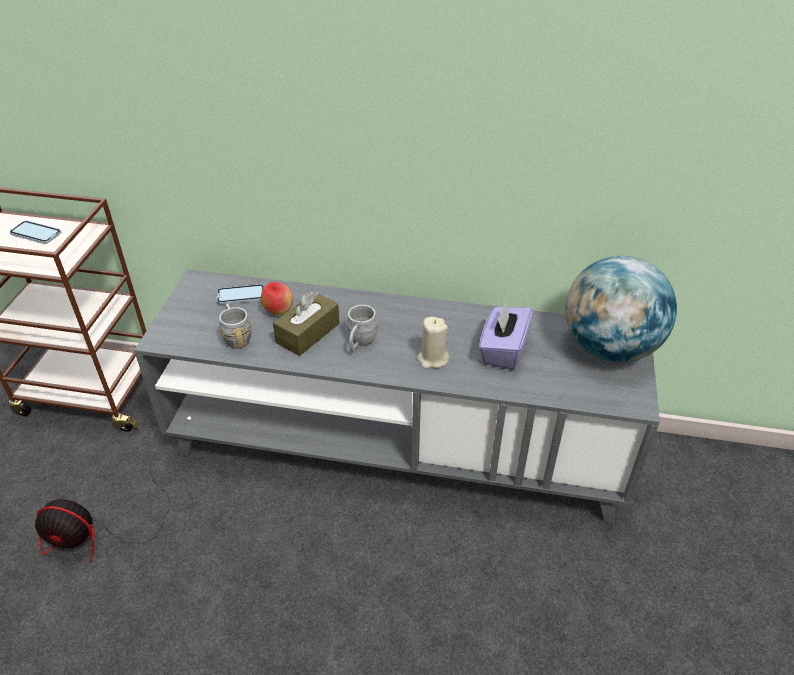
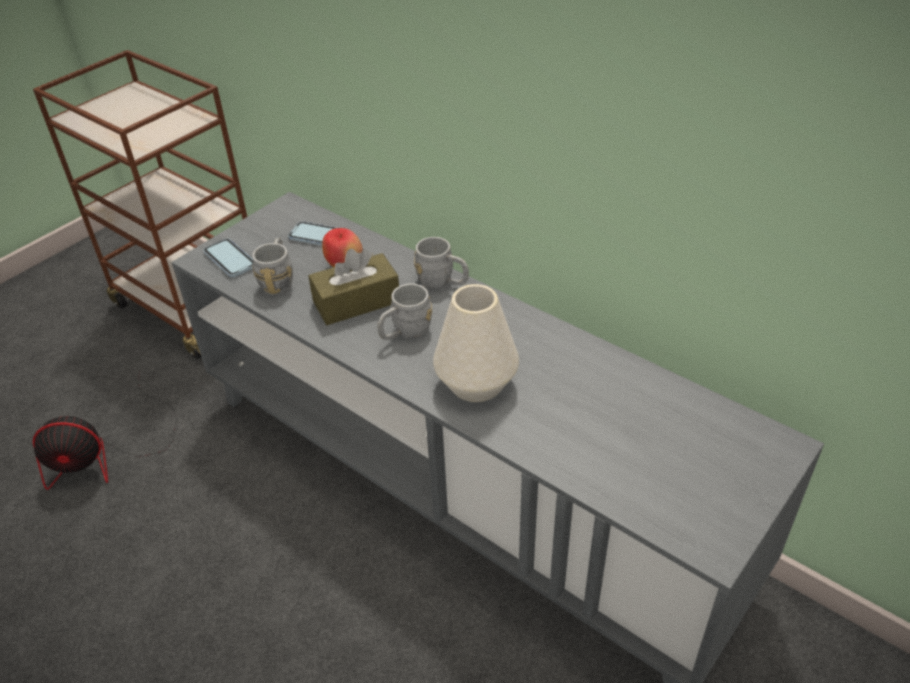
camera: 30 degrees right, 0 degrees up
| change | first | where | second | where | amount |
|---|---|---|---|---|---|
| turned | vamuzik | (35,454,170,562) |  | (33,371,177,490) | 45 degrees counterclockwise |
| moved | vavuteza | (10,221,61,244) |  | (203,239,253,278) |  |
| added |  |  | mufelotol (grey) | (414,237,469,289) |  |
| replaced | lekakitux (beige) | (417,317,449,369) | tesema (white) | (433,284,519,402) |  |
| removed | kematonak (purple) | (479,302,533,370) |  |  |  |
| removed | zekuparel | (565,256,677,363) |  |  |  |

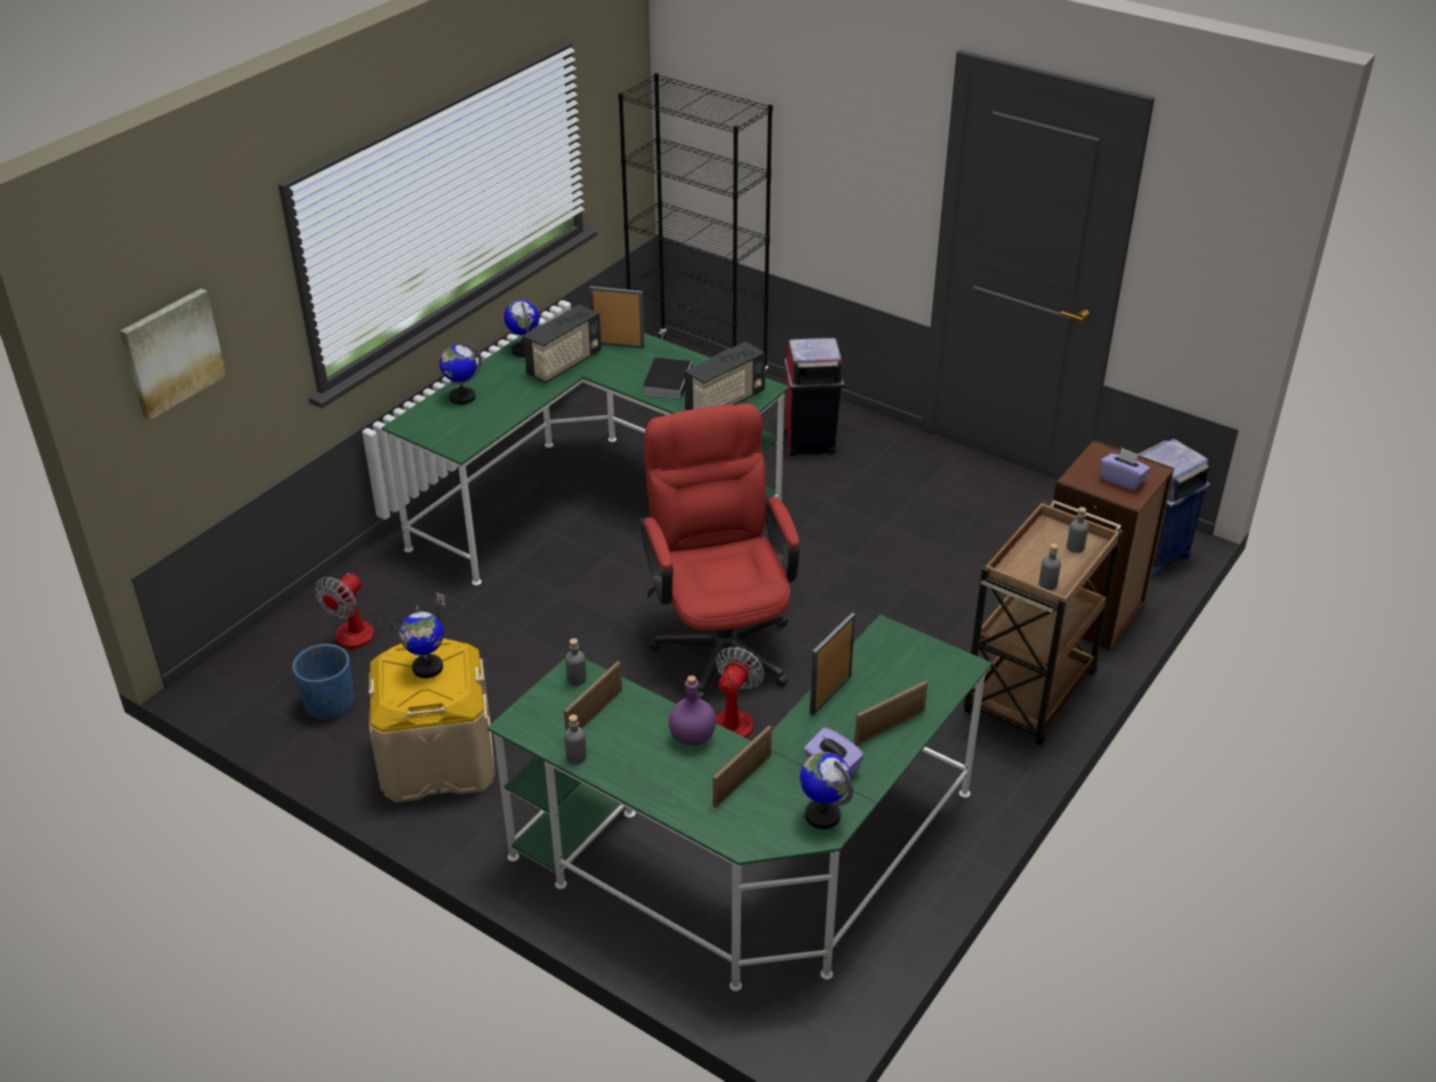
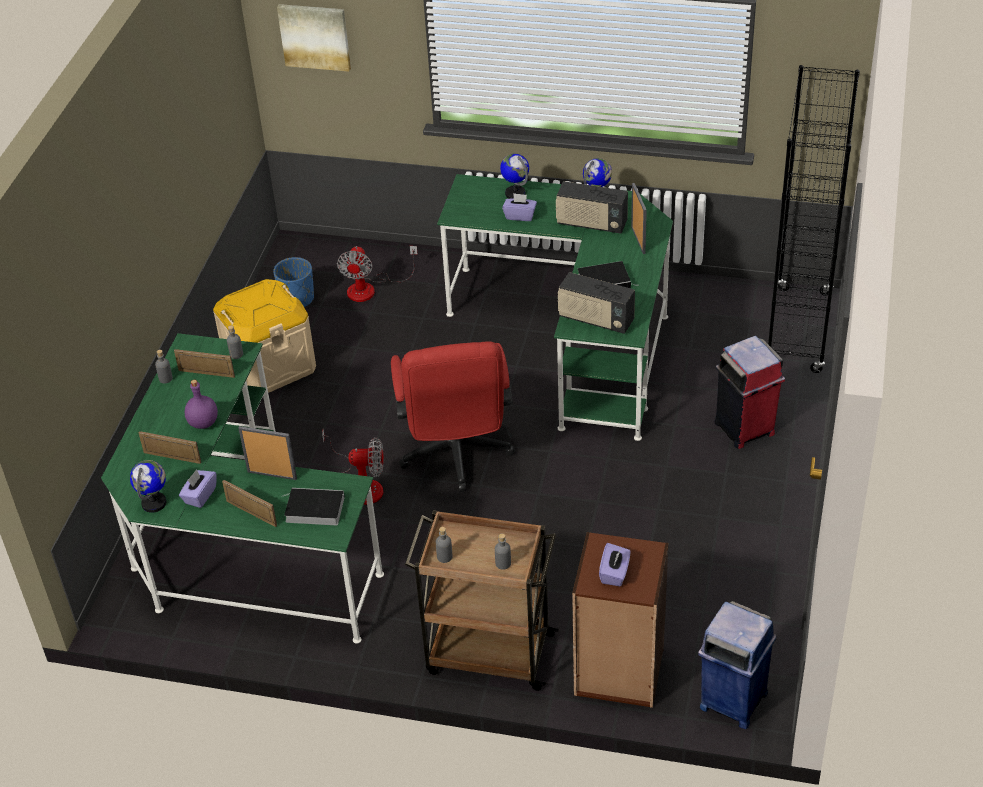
camera: 70 degrees right, 5 degrees up
| change | first | where | second | where | amount |
|---|---|---|---|---|---|
| added |  |  | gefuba | (282,488,345,525) |  |
| turned | vamuzik | (315,573,446,649) |  | (337,246,418,302) | 90 degrees counterclockwise |
| turned | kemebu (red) | (639,403,800,700) |  | (391,341,515,492) | 120 degrees clockwise |
| added |  |  | kematonak (purple) | (502,193,537,221) |  |
| removed | zekuparel | (399,605,444,678) |  |  |  |

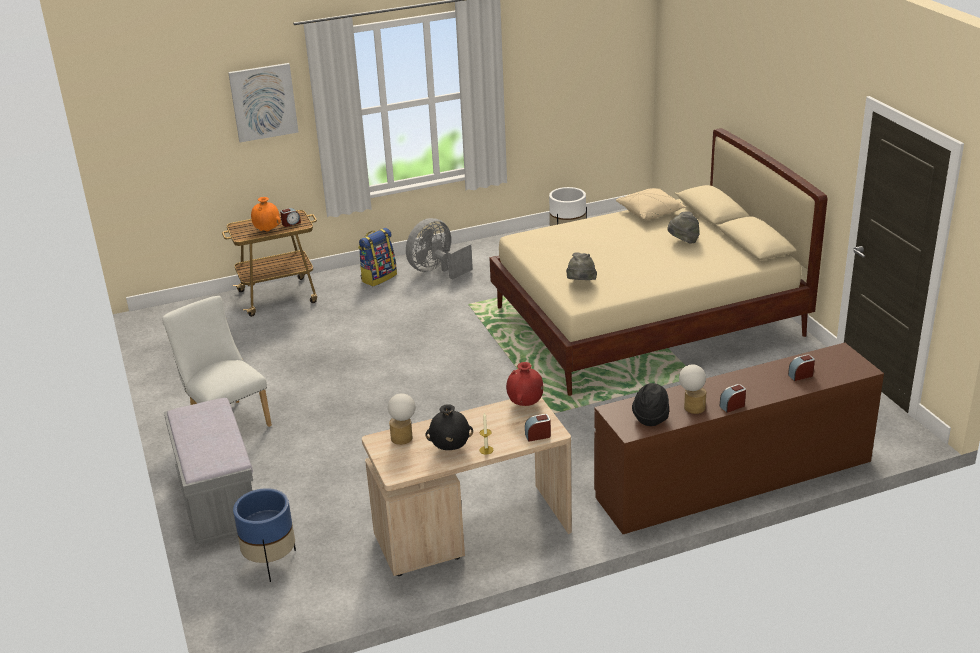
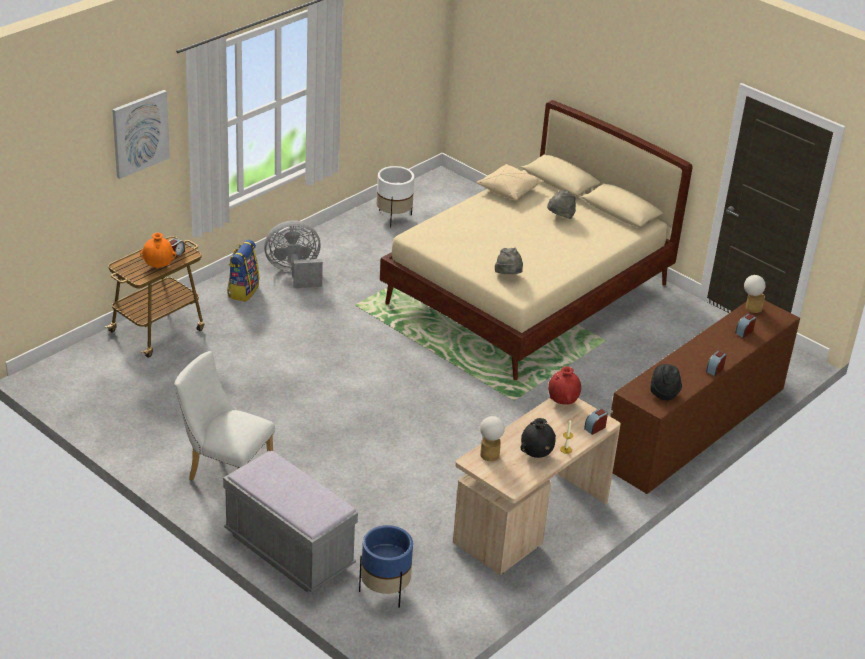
camera: 30 degrees left, 5 degrees up
| change | first | where | second | where | amount |
|---|---|---|---|---|---|
| turned | vamuzik (grey) | (406,218,473,279) |  | (264,220,323,288) | 60 degrees clockwise |
| moved | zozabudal | (679,364,706,414) |  | (744,275,766,313) |  |

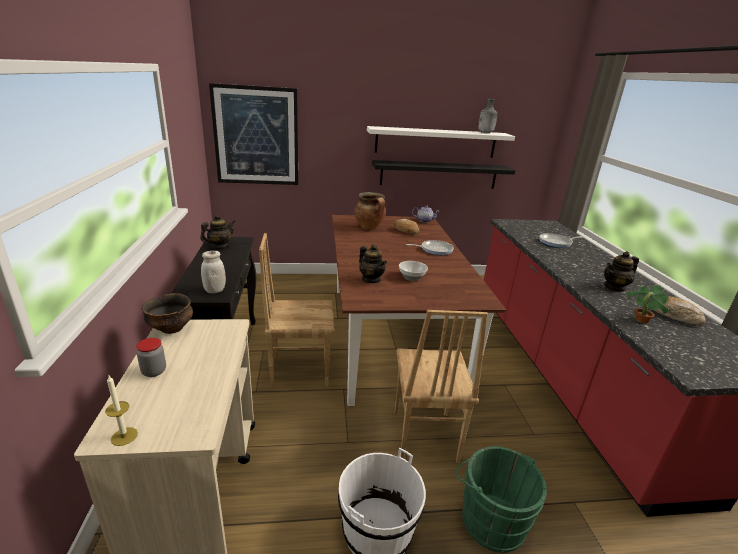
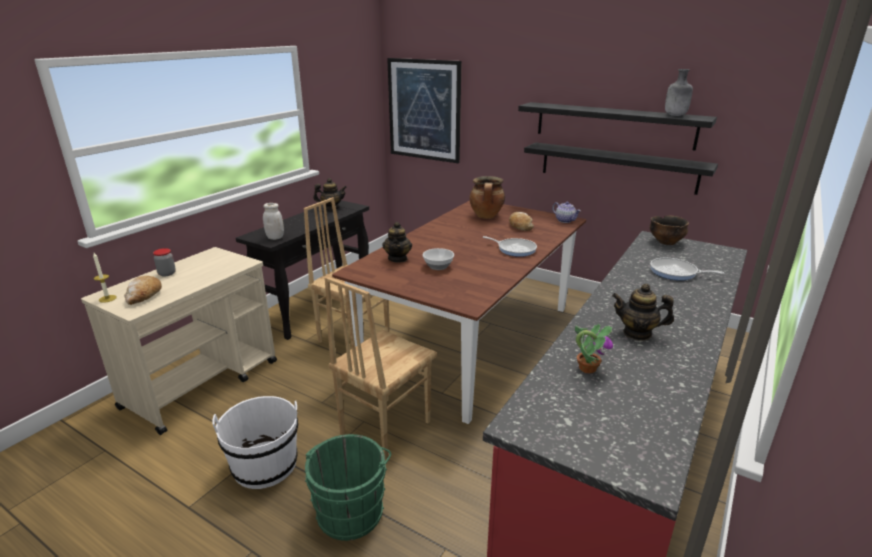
camera: 40 degrees right, 0 degrees up
| change | first | where | second | where | amount |
|---|---|---|---|---|---|
| moved | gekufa | (656,296,706,325) |  | (124,276,162,305) |  |
| recoloured | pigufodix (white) | (367,126,515,158) | pigufodix (black) | (518,102,717,151) |  |
| moved | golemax | (141,293,193,334) |  | (649,215,689,245) |  |

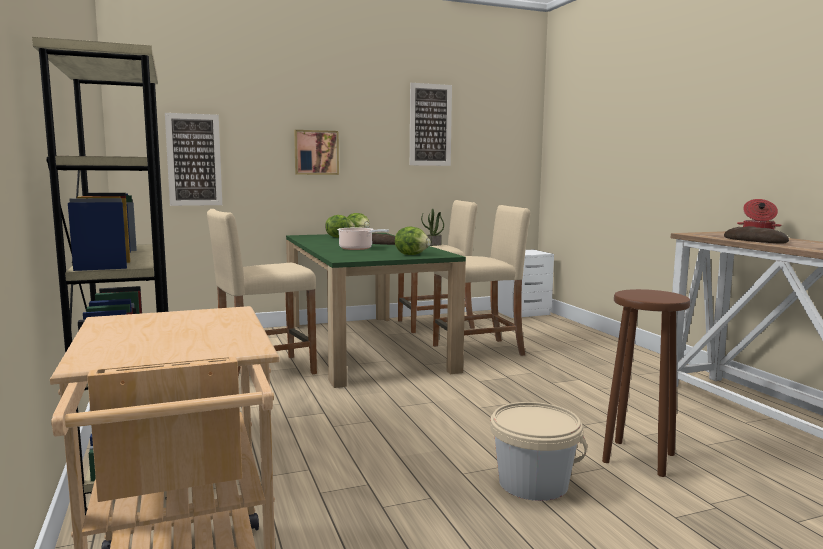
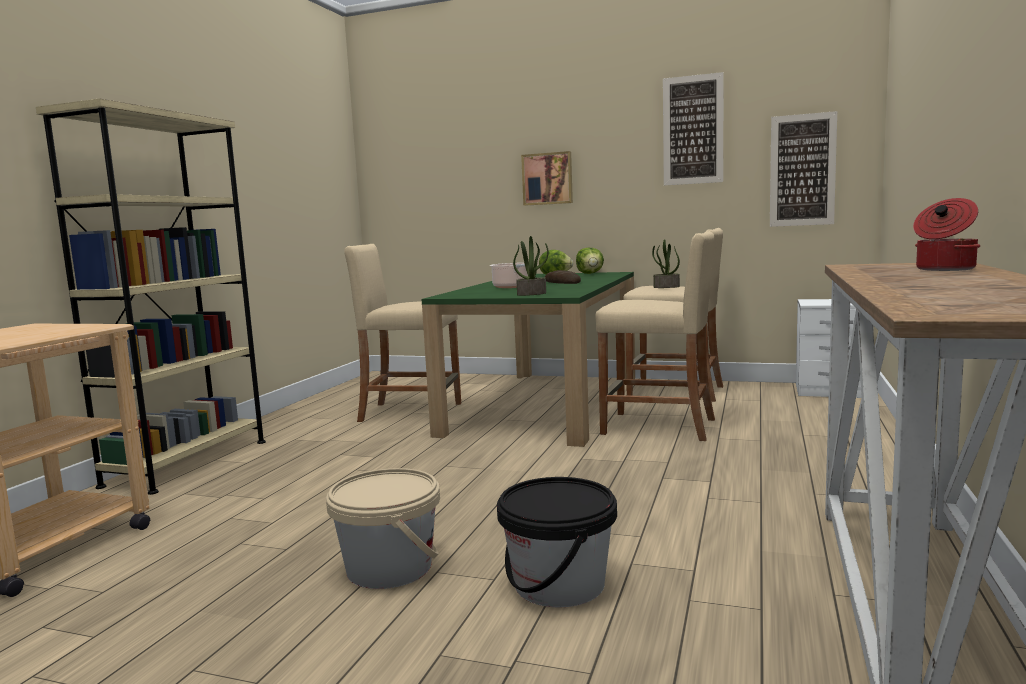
camera: 40 degrees right, 0 degrees up
| change | first | where | second | where | amount |
|---|---|---|---|---|---|
| replaced | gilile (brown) | (602,289,690,477) | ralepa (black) | (497,477,617,607) |  |
| replaced | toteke | (395,226,431,255) | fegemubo | (513,236,549,296) |  |
| moved | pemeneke | (165,113,222,206) |  | (770,111,837,227) |  |
| removed | gekufa | (724,226,789,244) |  |  |  |

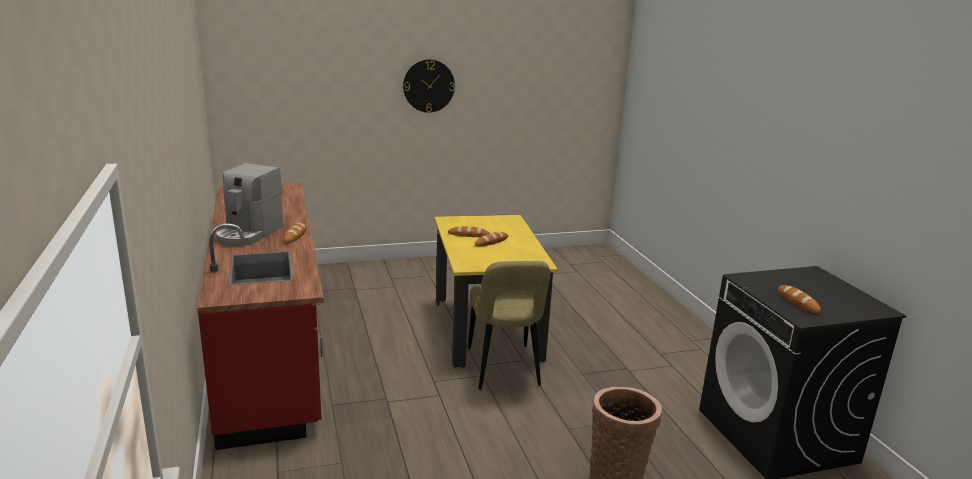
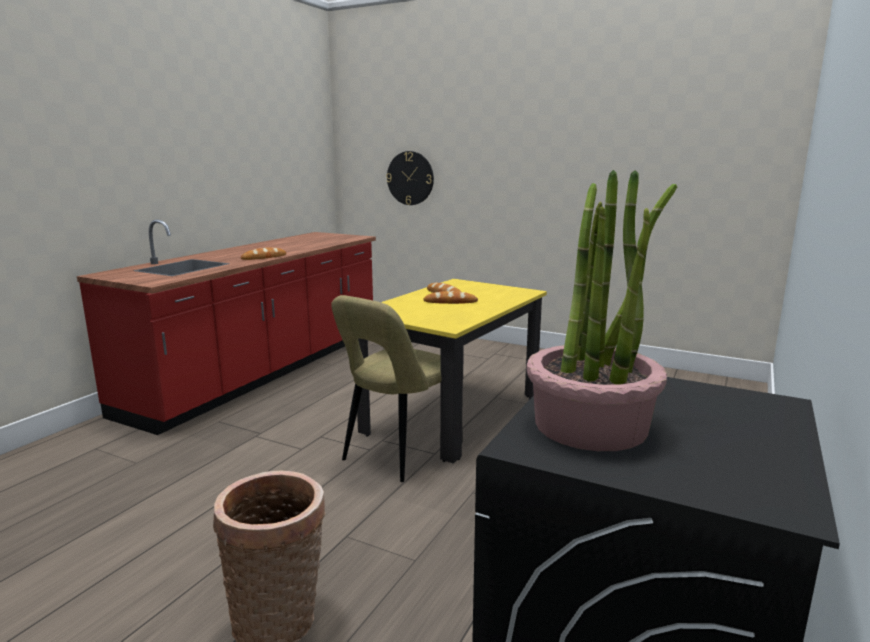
camera: 45 degrees right, 5 degrees down
| change | first | where | second | where | amount |
|---|---|---|---|---|---|
| moved | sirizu | (403,59,455,113) |  | (386,151,434,205) |  |
| replaced | gekufa | (778,285,821,314) | fegemubo | (526,170,677,451) |  |
| removed | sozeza | (215,163,284,246) |  |  |  |

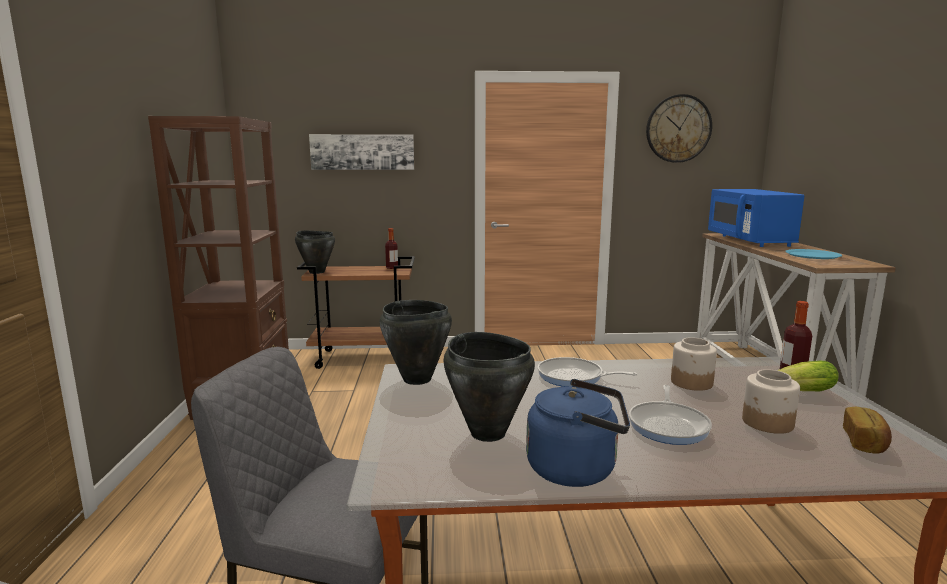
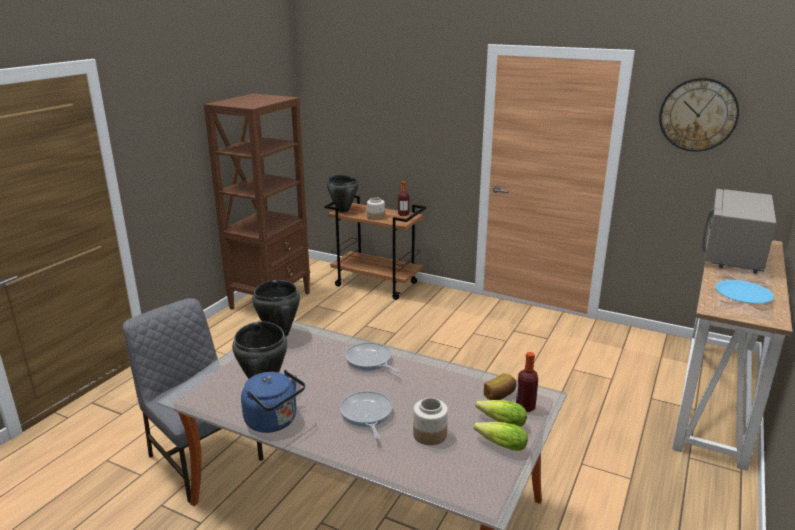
camera: 30 degrees right, 10 degrees up
| change | first | where | second | where | amount |
|---|---|---|---|---|---|
| turned | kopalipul | (629,385,712,445) |  | (340,391,393,439) | 120 degrees clockwise |
| moved | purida | (671,337,717,391) |  | (367,197,385,220) |  |
| added |  |  | toteke | (474,422,528,451) |  |
| moved | gekufa | (843,407,892,454) |  | (484,373,517,400) |  |
| recoloured | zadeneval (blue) | (708,189,804,247) | zadeneval (grey) | (702,189,776,274) |  |
| removed | pemeneke | (309,134,414,170) |  |  |  |

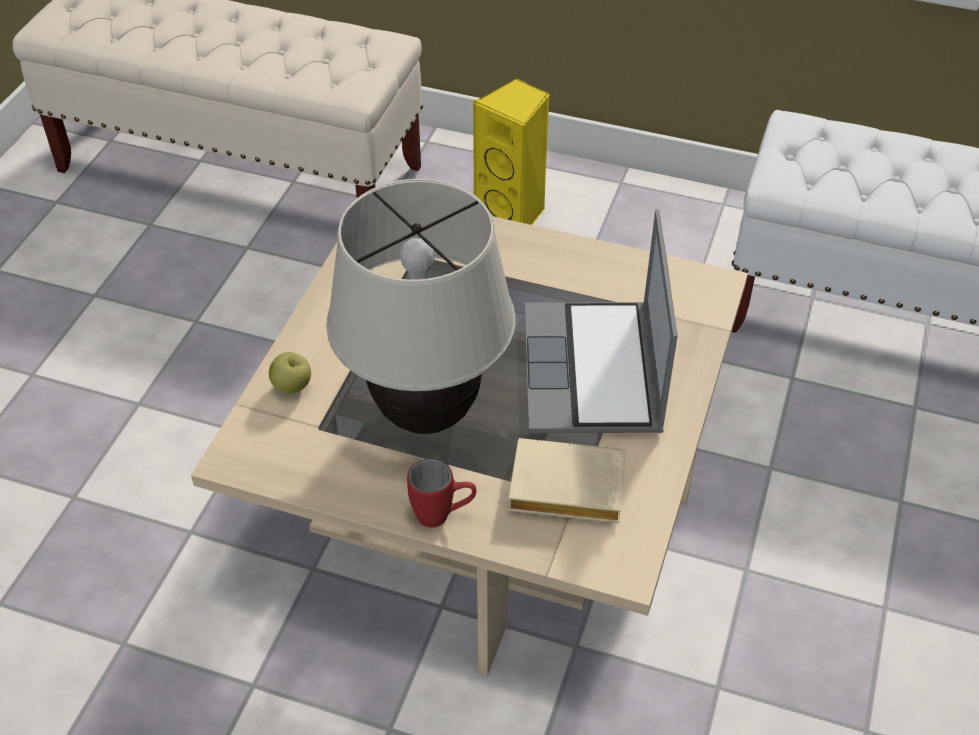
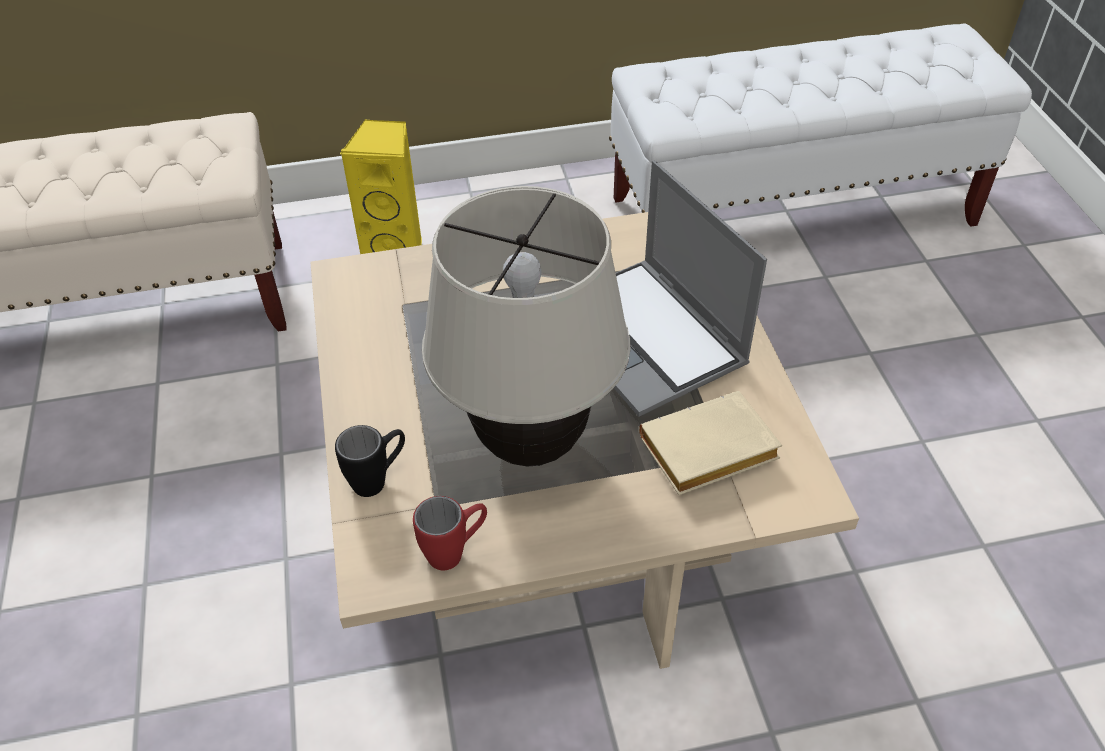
camera: 30 degrees left, 0 degrees up
| change | first | where | second | where | amount |
|---|---|---|---|---|---|
| replaced | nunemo | (269,352,311,394) | mufelotol (black) | (335,425,405,497) |  |
| moved | mufelotol (red) | (407,459,476,528) |  | (413,496,487,570) |  |

